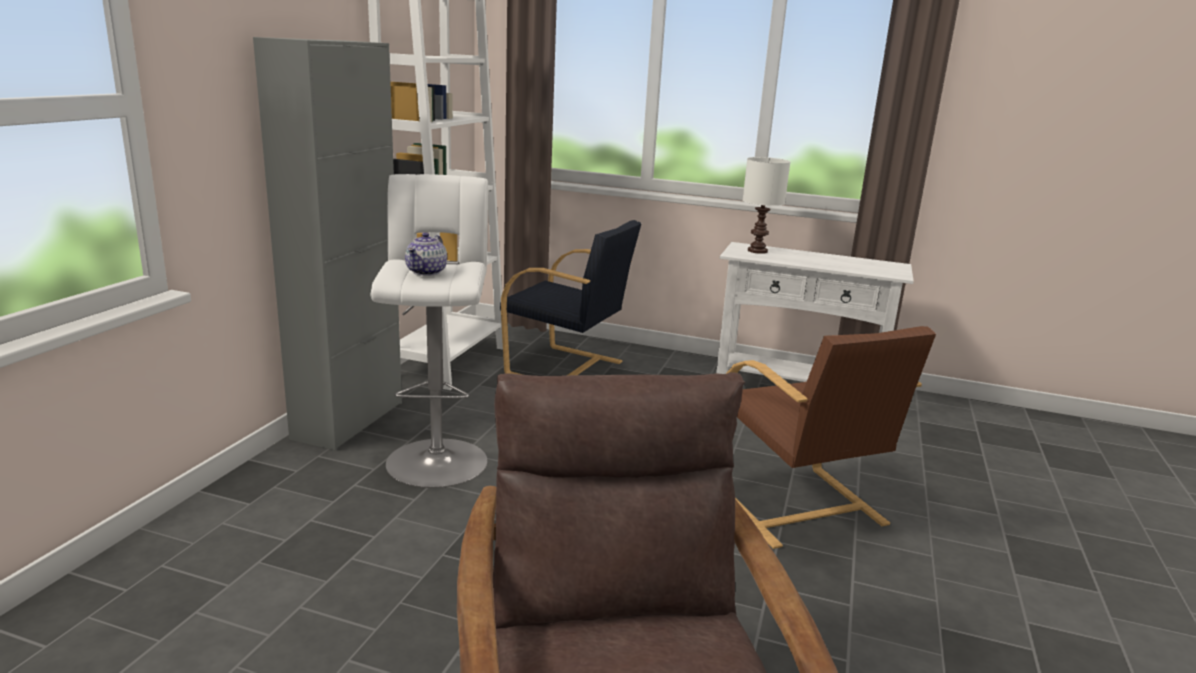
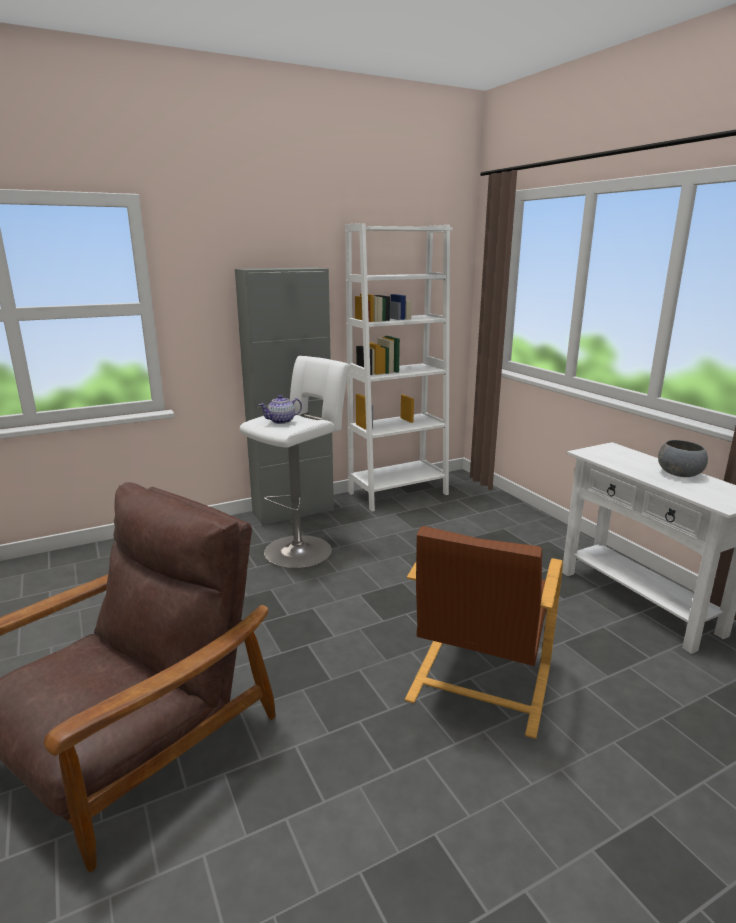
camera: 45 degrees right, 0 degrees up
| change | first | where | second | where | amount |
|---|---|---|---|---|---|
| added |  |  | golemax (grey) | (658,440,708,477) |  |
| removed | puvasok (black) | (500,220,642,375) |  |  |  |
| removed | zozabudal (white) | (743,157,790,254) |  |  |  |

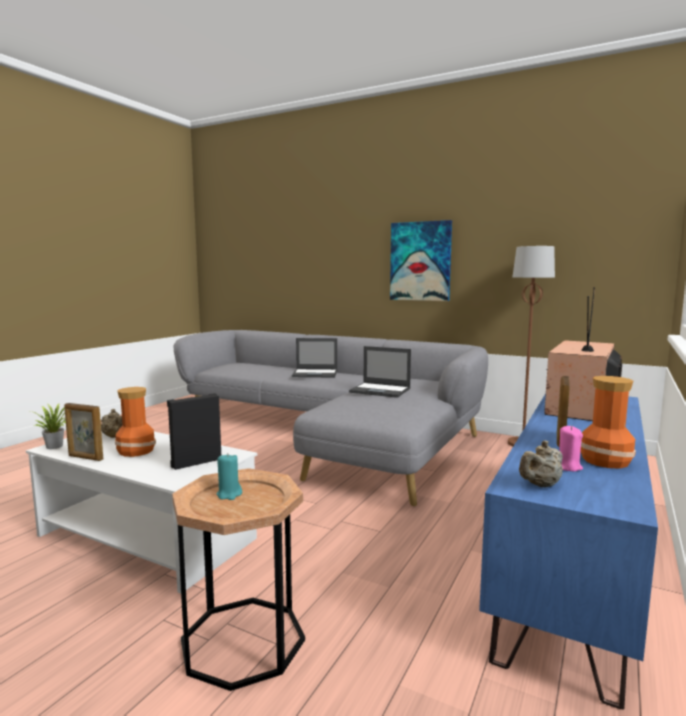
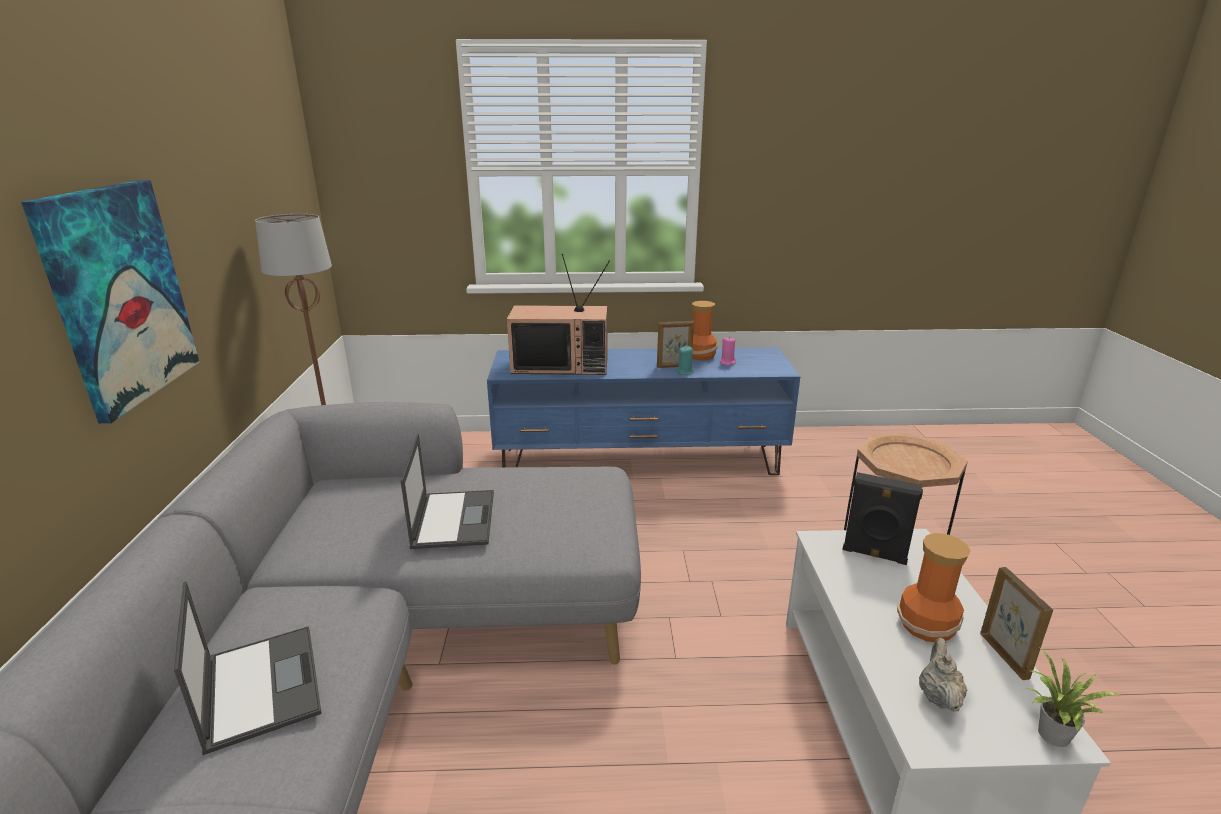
camera: 120 degrees left, 15 degrees up
| change | first | where | second | where | amount |
|---|---|---|---|---|---|
| moved | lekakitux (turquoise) | (216,453,242,500) |  | (676,346,694,375) |  |
| removed | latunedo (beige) | (519,440,563,488) |  |  |  |

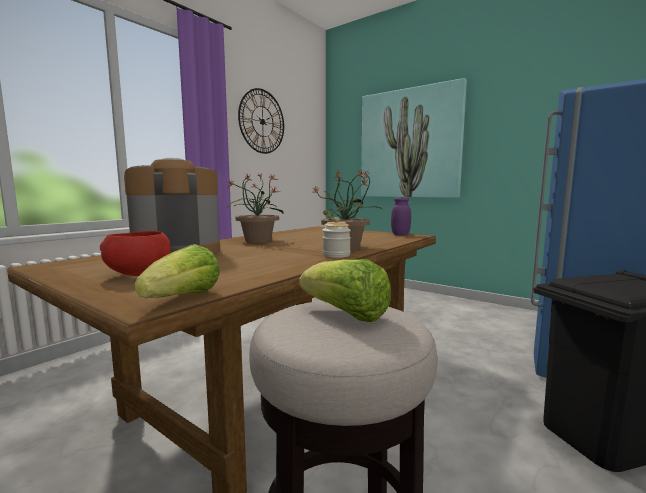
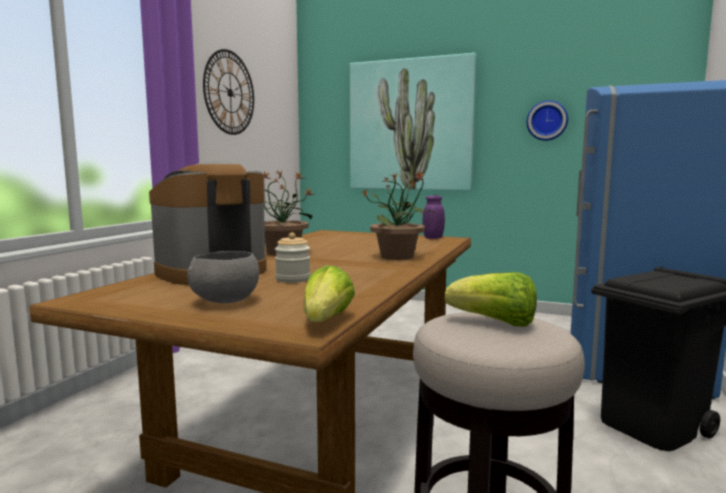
camera: 15 degrees left, 0 degrees up
| change | first | where | second | where | amount |
|---|---|---|---|---|---|
| recoloured | golemax (red) | (100,231,171,276) | golemax (grey) | (187,251,259,303) |  |
| moved | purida | (322,217,351,258) |  | (275,233,310,283) |  |
| added |  |  | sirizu | (526,100,568,141) |  |

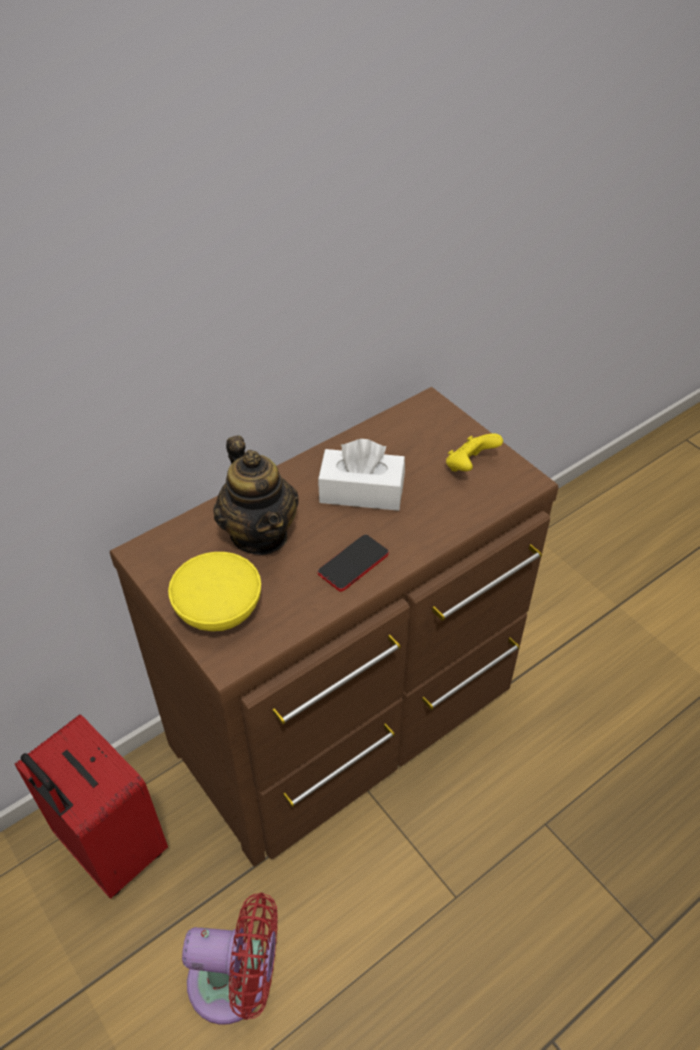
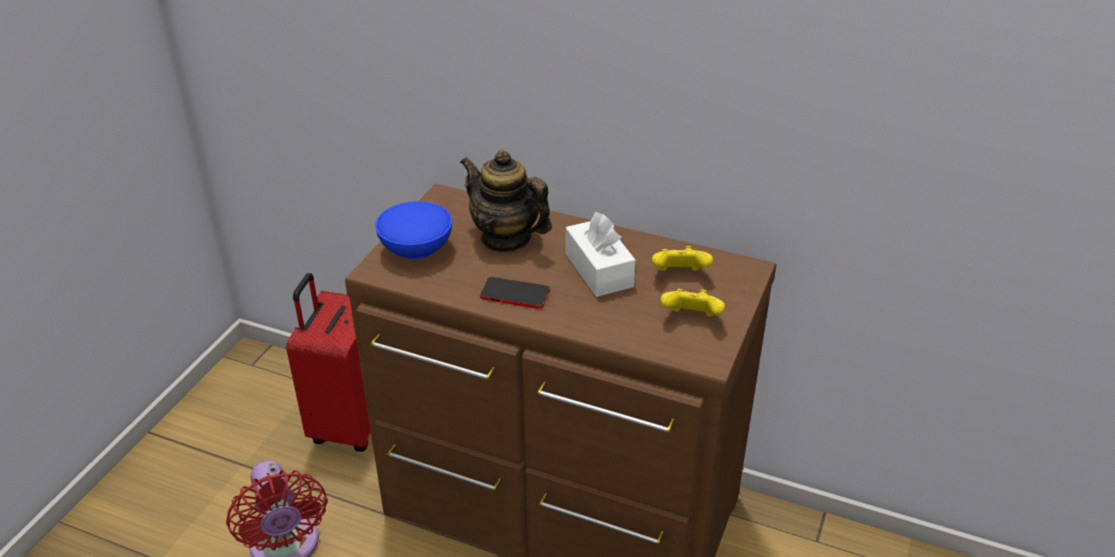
camera: 60 degrees right, 10 degrees down
| change | first | where | second | where | amount |
|---|---|---|---|---|---|
| recoloured | golemax (yellow) | (168,552,261,631) | golemax (blue) | (375,201,452,260) |  |
| turned | latunedo | (213,435,299,555) |  | (460,150,552,253) | 90 degrees clockwise |
| added |  |  | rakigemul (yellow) | (652,246,713,271) |  |

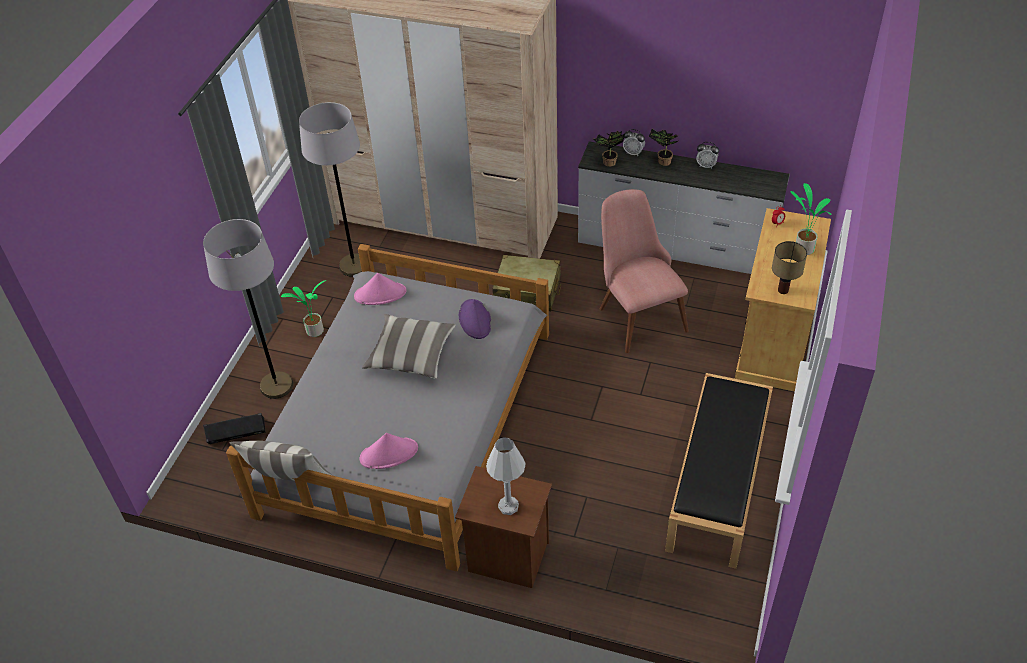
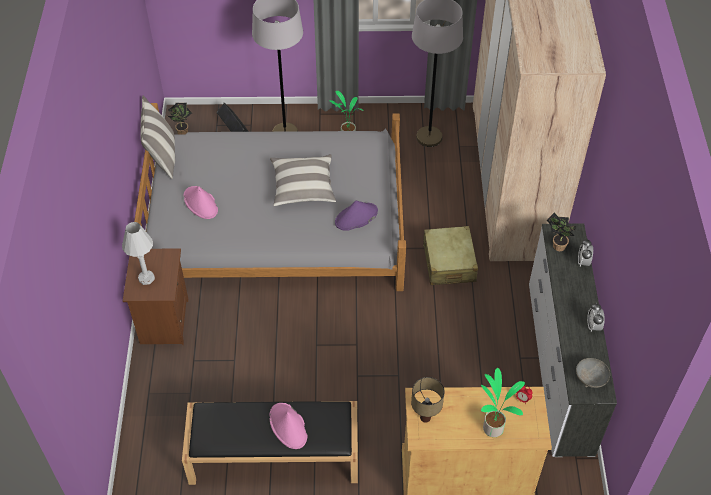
camera: 70 degrees right, 5 degrees up
| change | first | where | second | where | amount |
|---|---|---|---|---|---|
| moved | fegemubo | (649,129,678,166) |  | (168,103,192,134) |  |
| moved | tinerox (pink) | (354,273,406,305) |  | (270,403,308,449) |  |
| added |  |  | golemax (grey) | (576,358,610,388) |  |
| removed | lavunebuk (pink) | (600,189,689,353) |  |  |  |

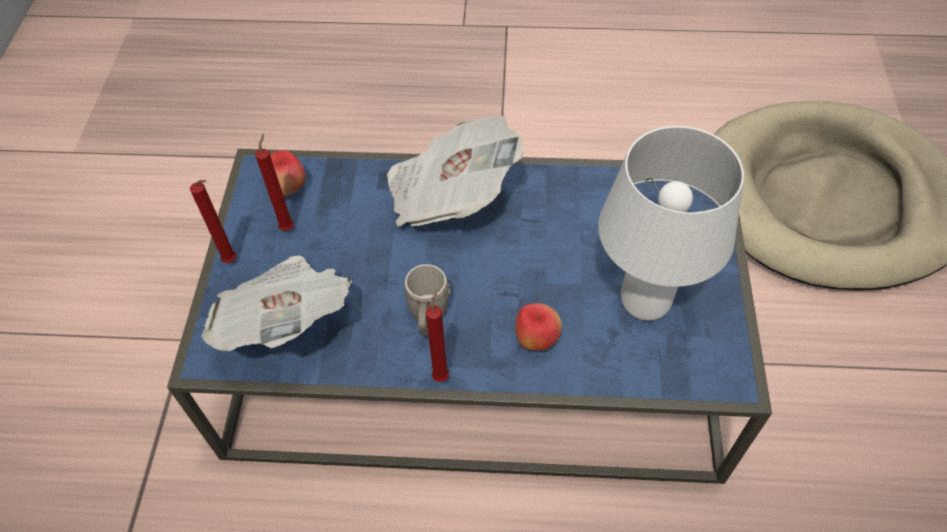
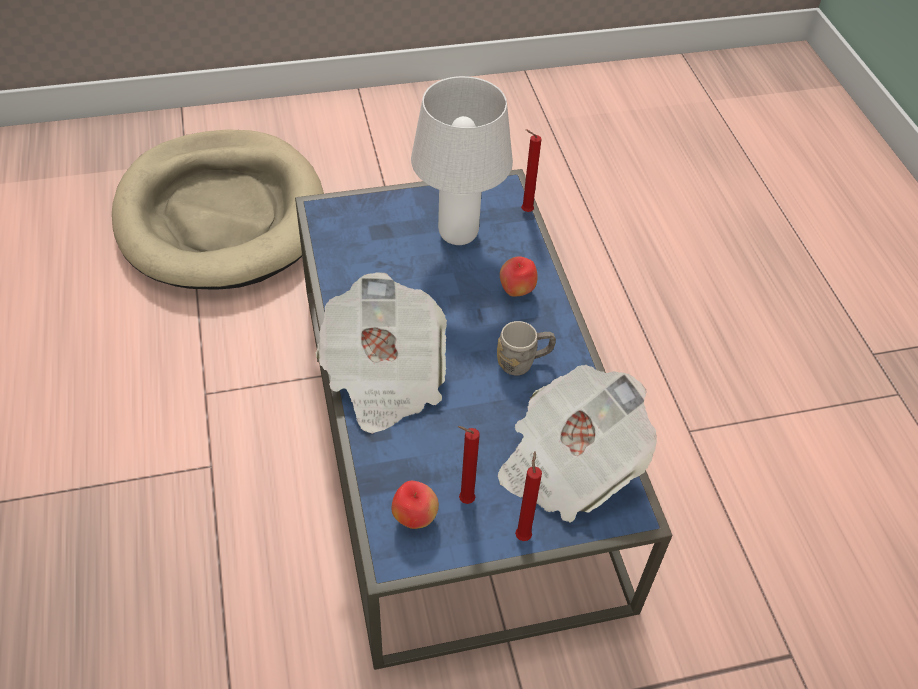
camera: 110 degrees left, 5 degrees down
| change | first | where | second | where | amount |
|---|---|---|---|---|---|
| moved | lekakitux (red) | (426,289,449,382) |  | (521,129,542,212) |  |

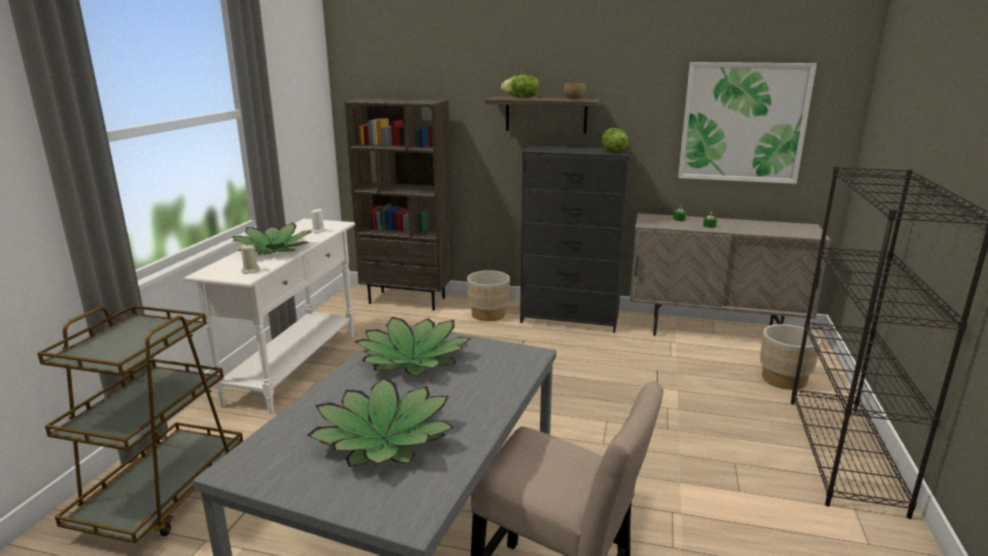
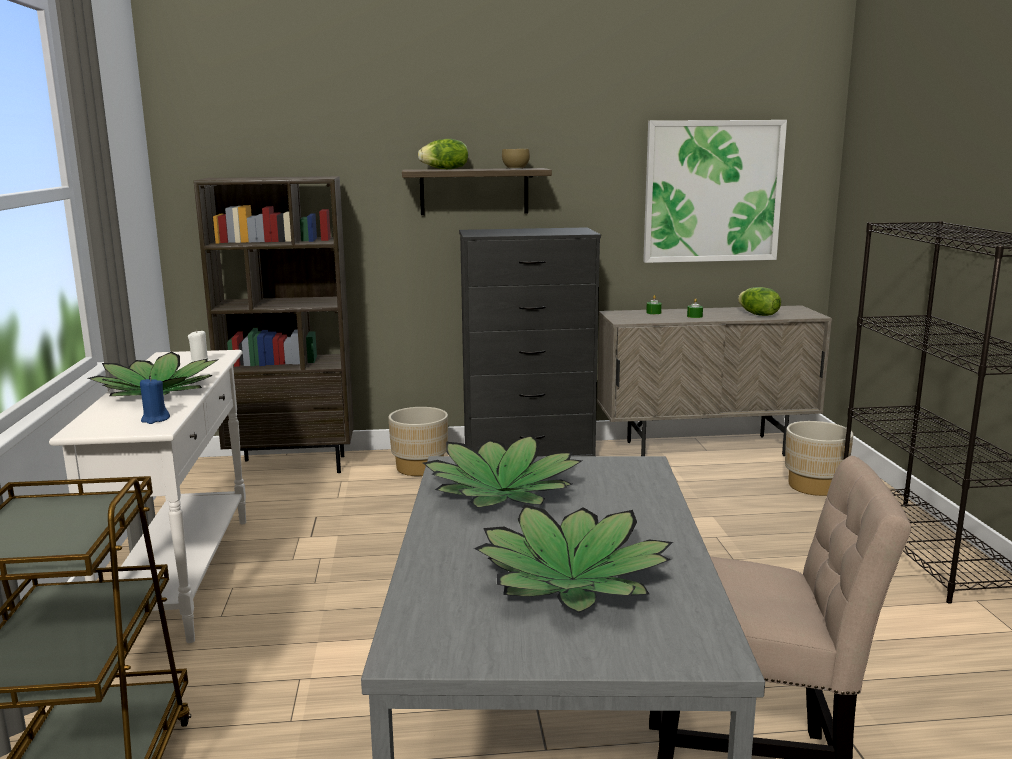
camera: 20 degrees left, 5 degrees down
| change | first | where | second | where | amount |
|---|---|---|---|---|---|
| recoloured | lekakitux (beige) | (241,244,260,274) | lekakitux (blue) | (140,377,170,424) |  |
| moved | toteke | (602,128,628,152) |  | (738,287,781,316) |  |

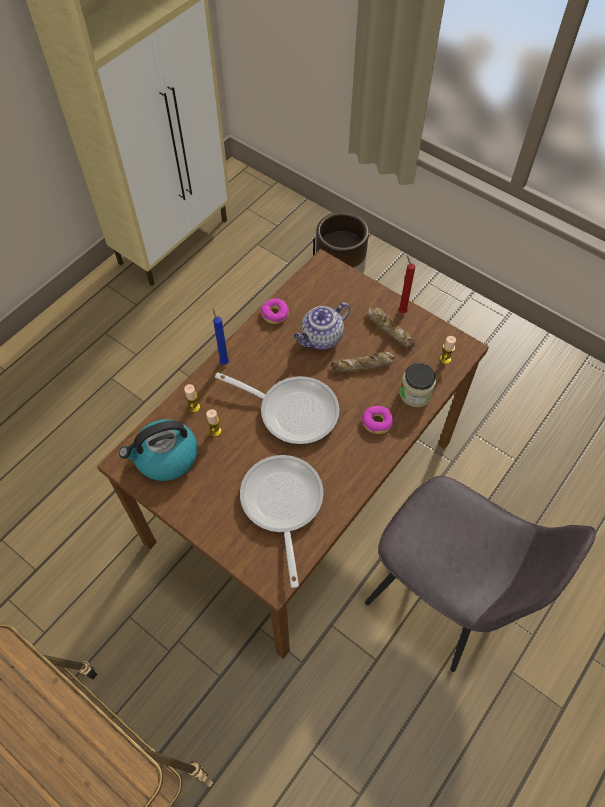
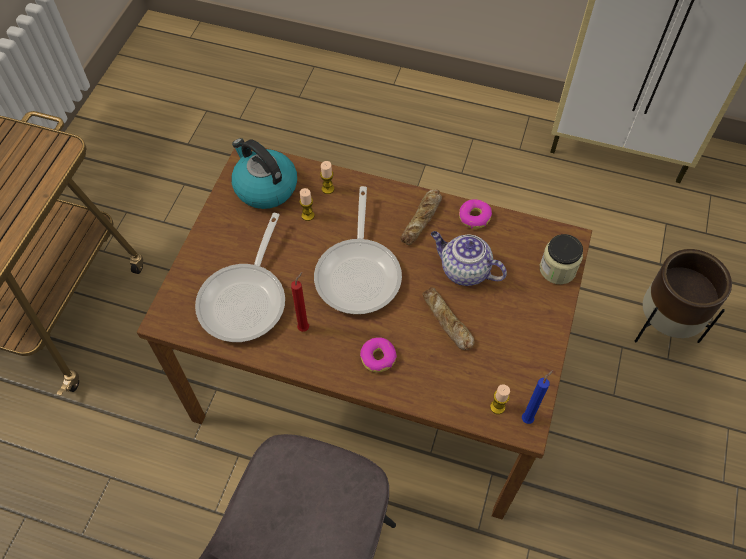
camera: 70 degrees right, 0 degrees up
| change | first | where | second | where | amount |
|---|---|---|---|---|---|
| turned | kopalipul | (240,455,324,588) |  | (195,213,285,342) | 135 degrees clockwise |
| moved | lekakitux (red) | (398,255,415,313) |  | (291,272,309,332) |  |
| moved | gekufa | (366,307,416,349) |  | (400,189,442,245) |  |
| moved | lekakitux (blue) | (213,308,229,365) |  | (522,370,553,424) |  |
| moved | purida | (400,363,436,407) |  | (540,234,583,285) |  |

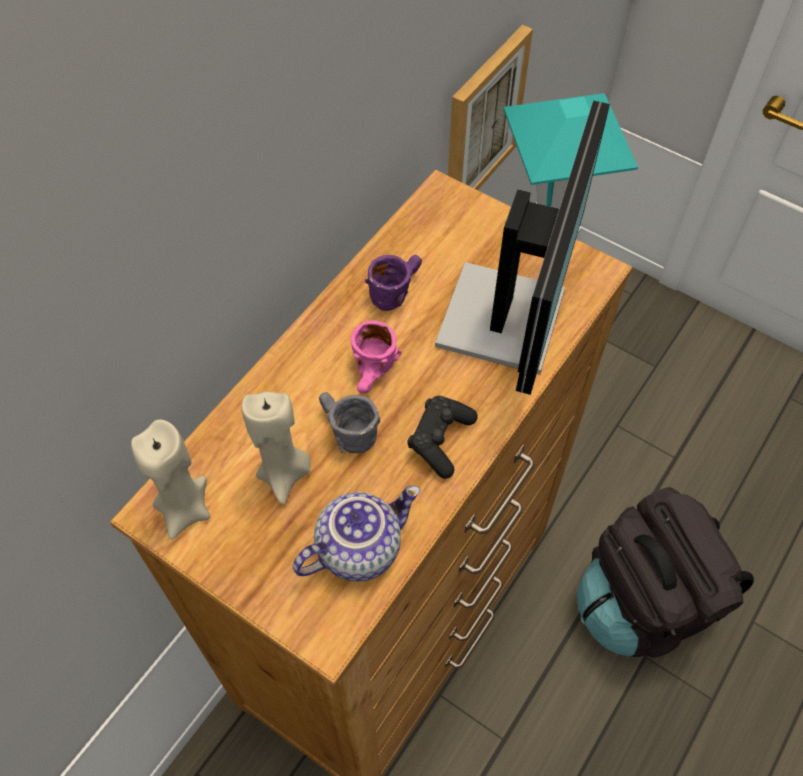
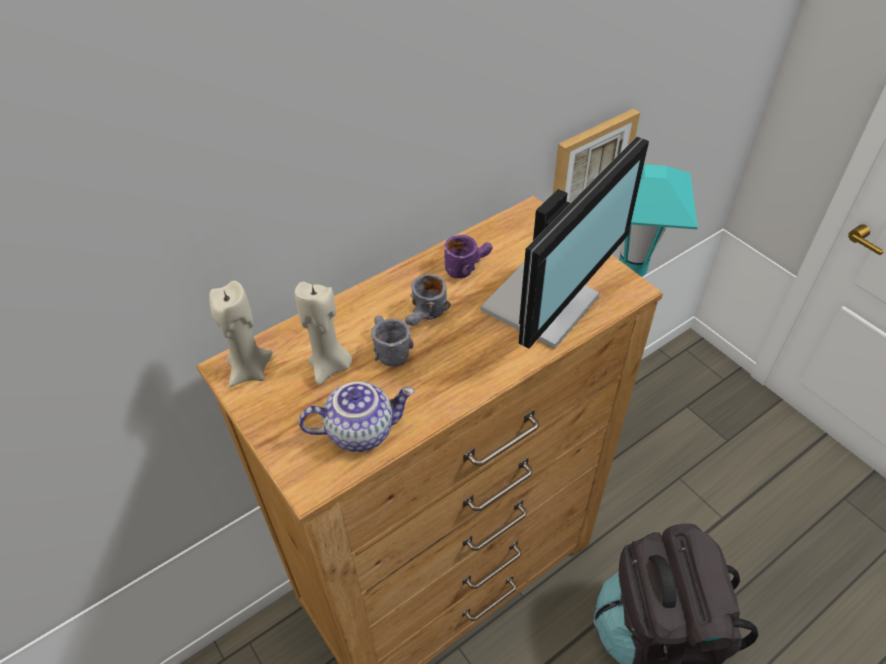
camera: 20 degrees right, 10 degrees down
| change | first | where | second | where | amount |
|---|---|---|---|---|---|
| recoloured | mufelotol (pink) | (350,320,402,394) | mufelotol (grey) | (405,274,451,326) |  |
| removed | rakigemul (black) | (408,396,477,479) |  |  |  |

